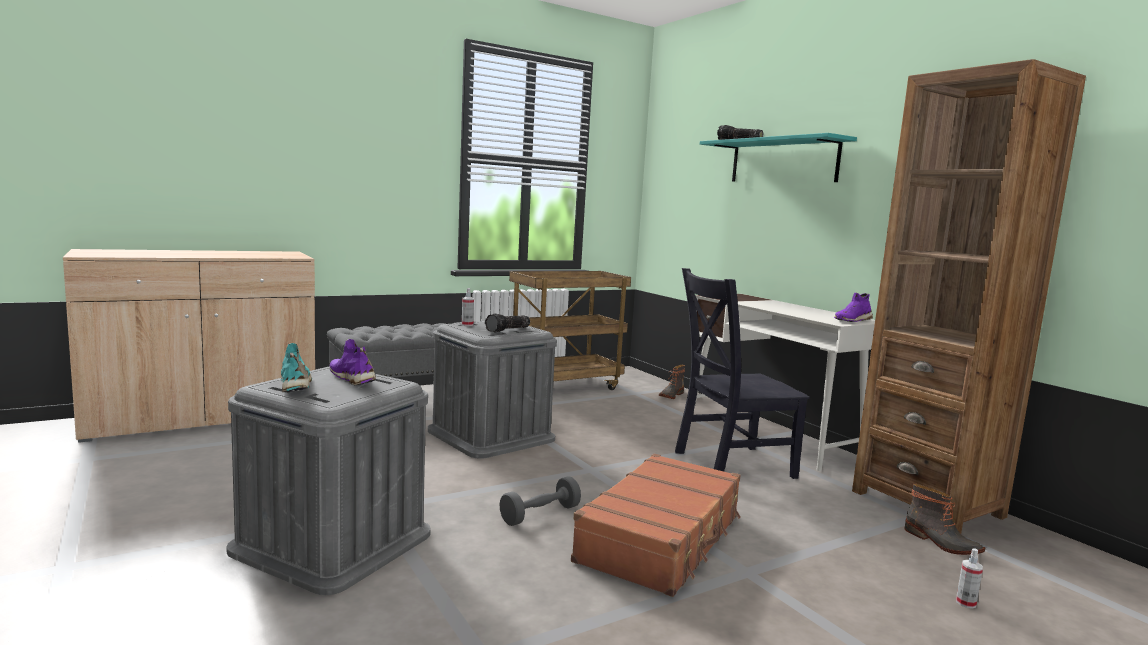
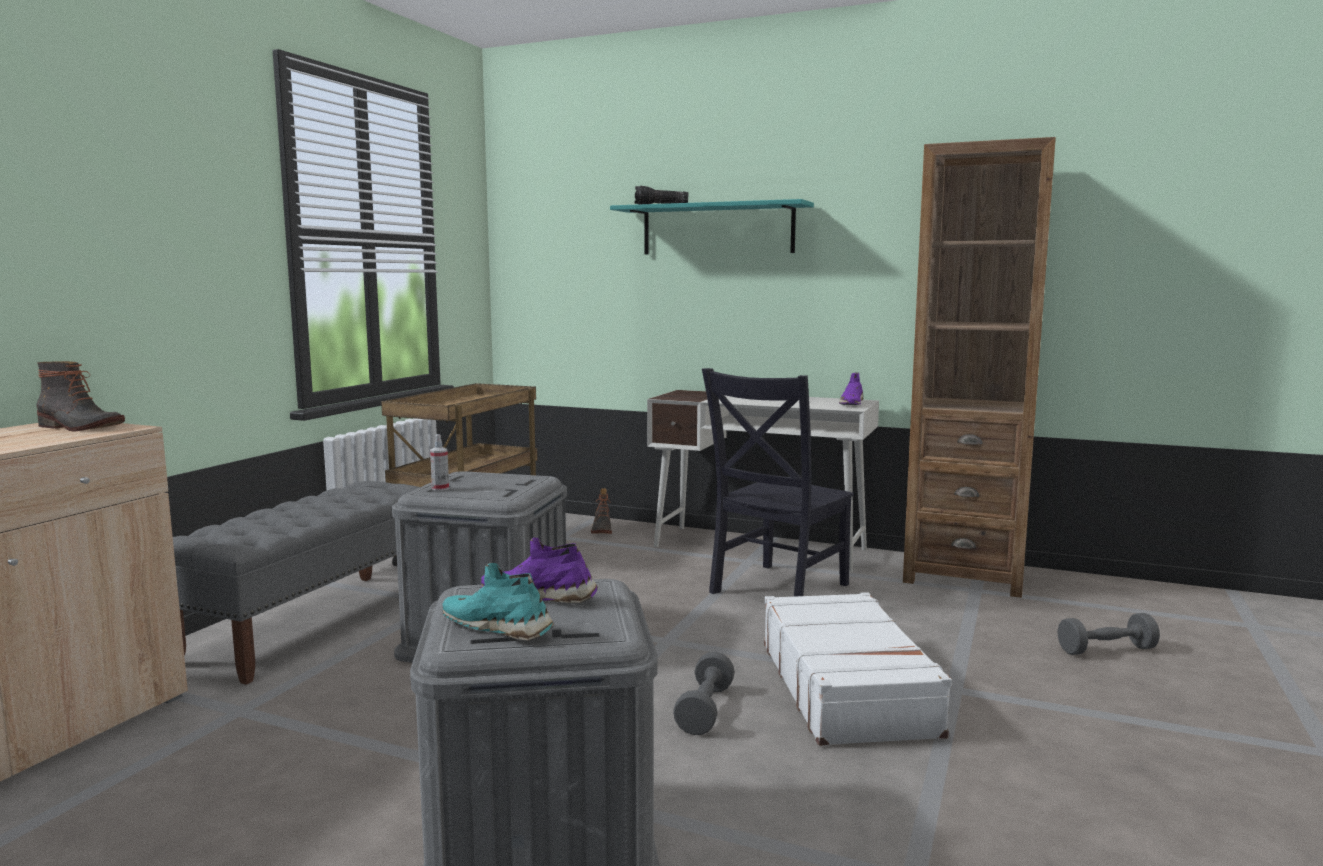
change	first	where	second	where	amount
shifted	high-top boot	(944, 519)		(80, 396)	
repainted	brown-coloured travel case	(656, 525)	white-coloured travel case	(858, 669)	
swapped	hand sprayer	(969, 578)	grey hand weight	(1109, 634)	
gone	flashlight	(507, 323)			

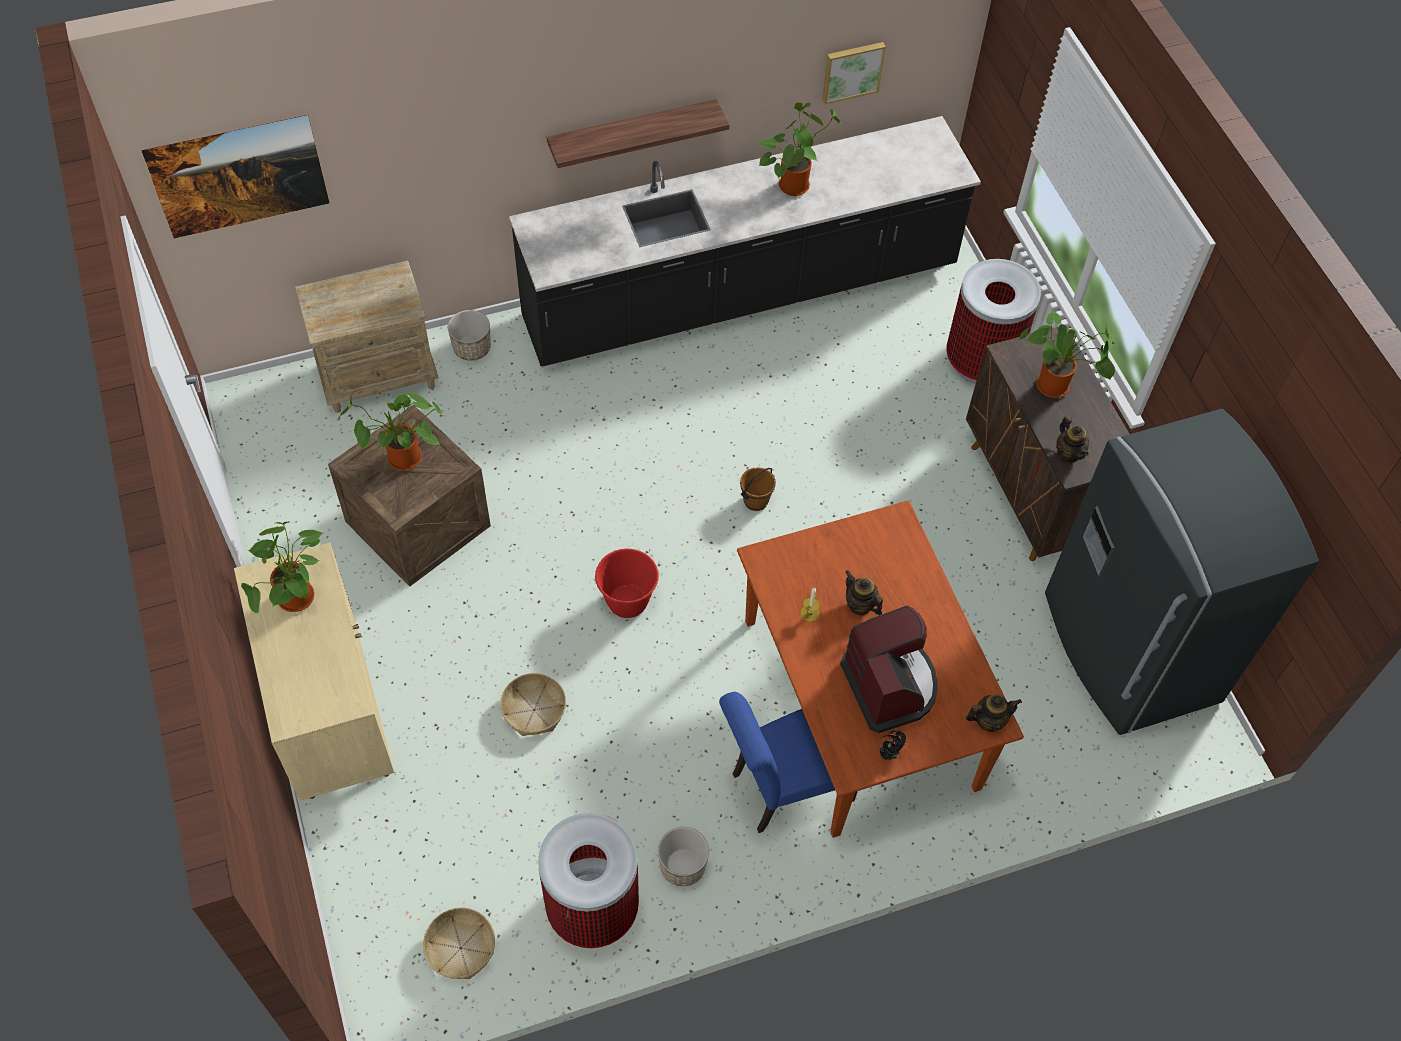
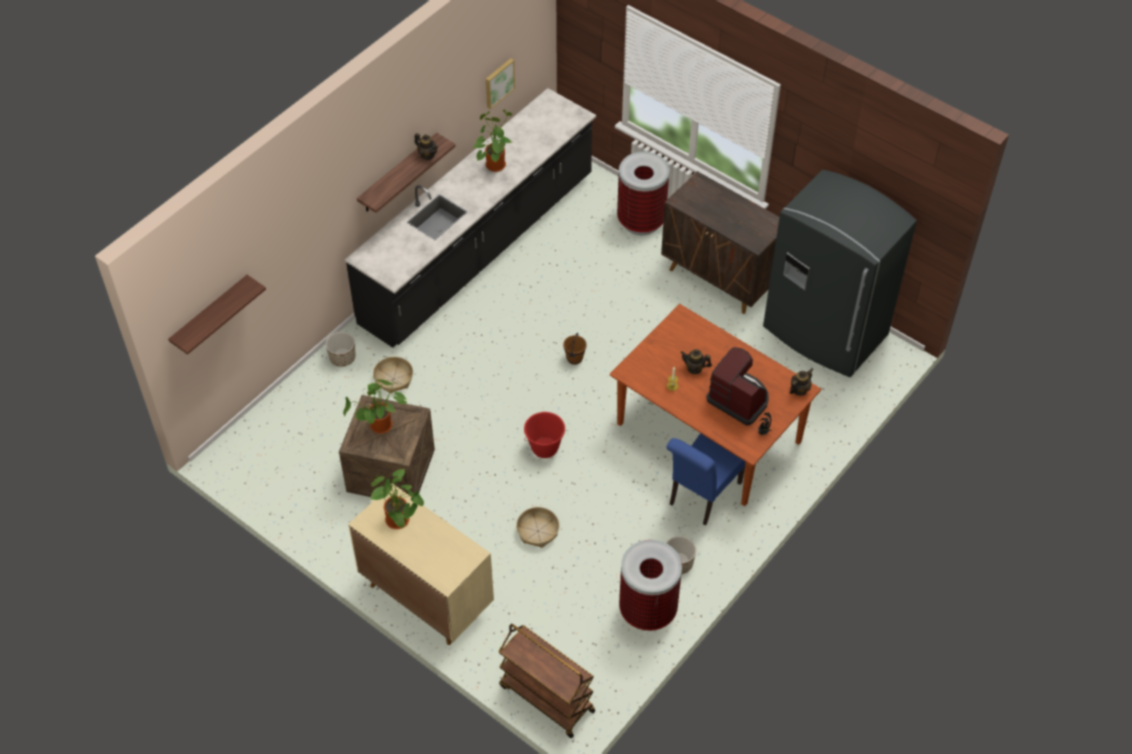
change	first	where	second	where	amount
swapped	wall picture	(235, 176)	wall shelf	(217, 315)	
shifted	basket	(459, 943)		(393, 375)	
shifted	pot for tea	(1072, 439)		(426, 146)	
new			brown-coloured cart	(546, 681)	
gone	sand-coloured bedside table	(367, 337)			
gone	plant in a pot	(1067, 354)			

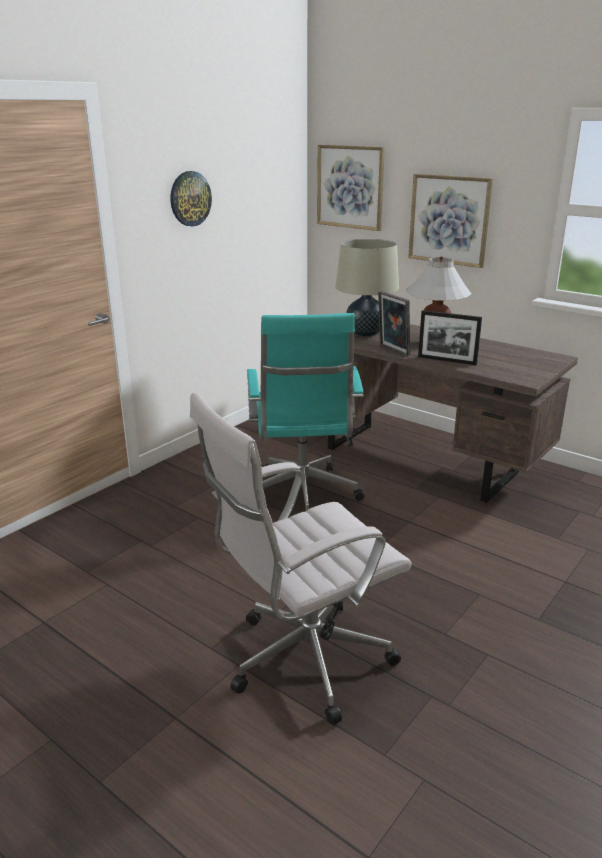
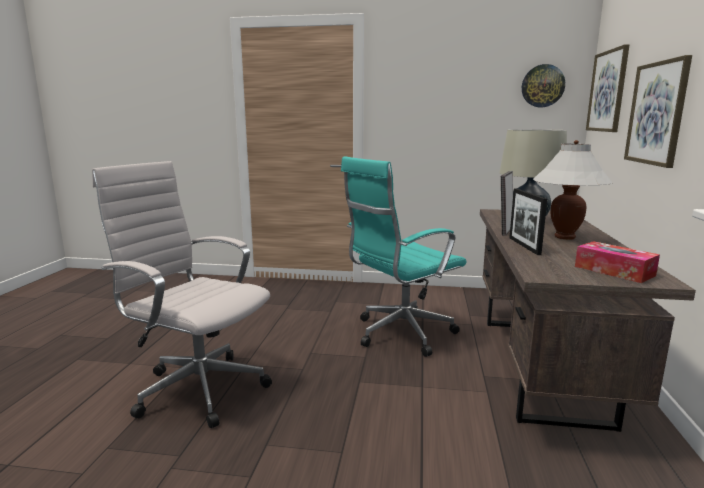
change	first	where	second	where	amount
shifted	clock on the wall	(191, 199)		(543, 85)	
new			box of tissues	(617, 262)	

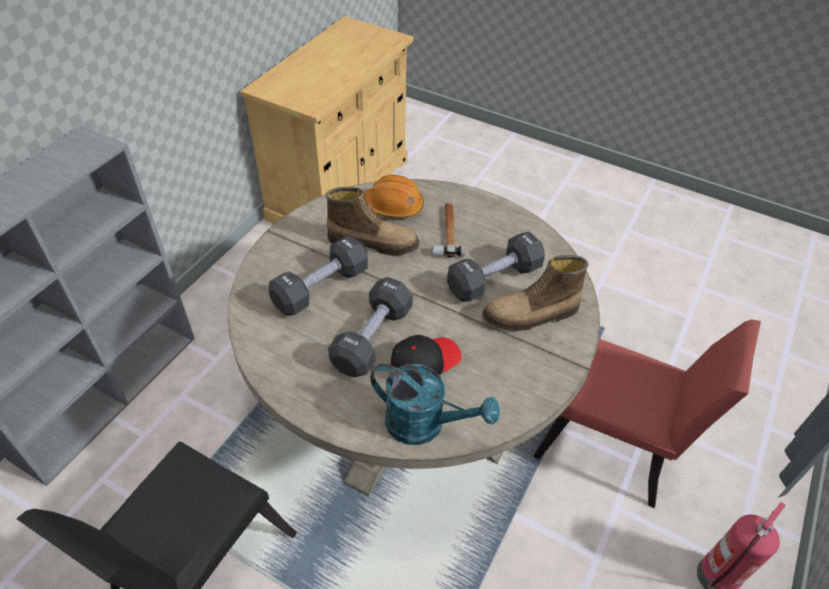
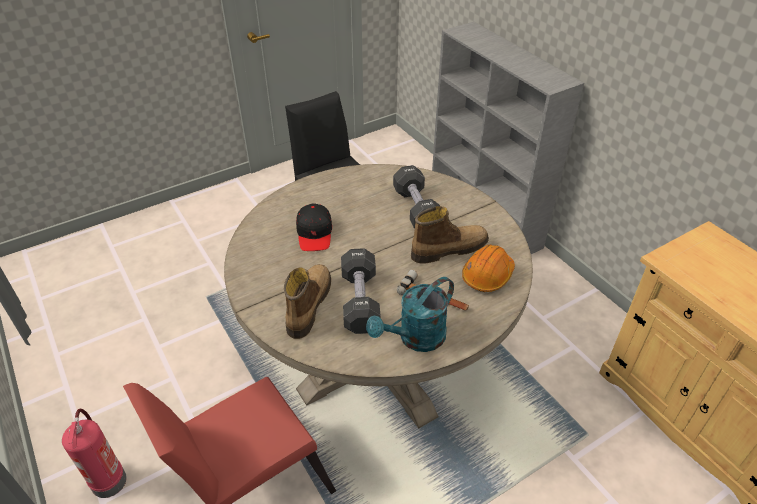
change	first	where	second	where	amount
shifted	blue-green watering pot	(435, 404)		(410, 314)	
rotated	high-top boot	(373, 221)		(450, 235)	150 degrees counterclockwise
gone	black-coloured hand weight	(370, 327)			

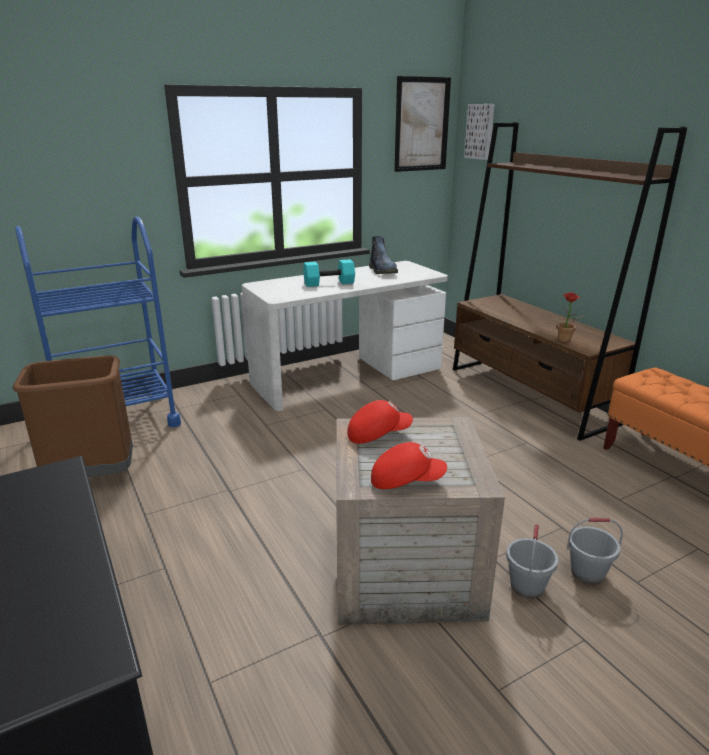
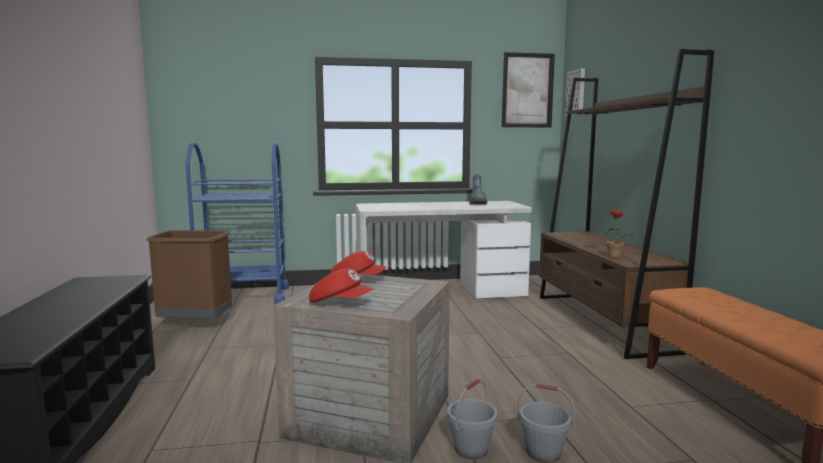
change	first	where	second	where	amount
gone	blue-green hand weight	(329, 273)			

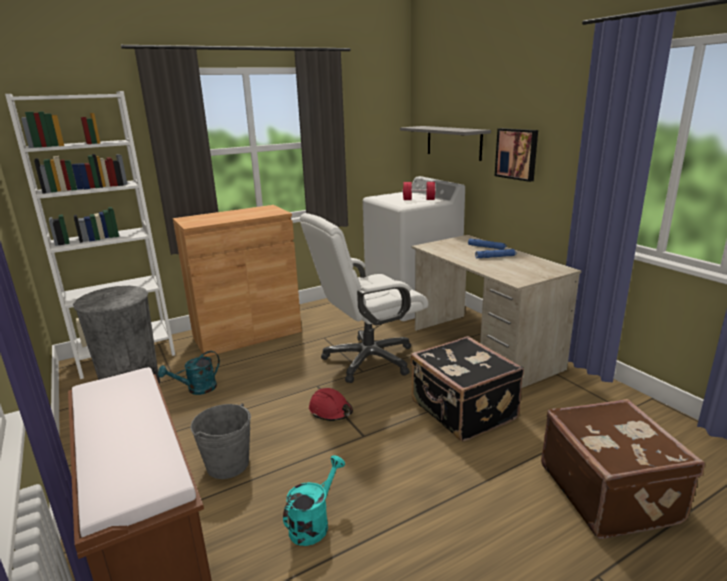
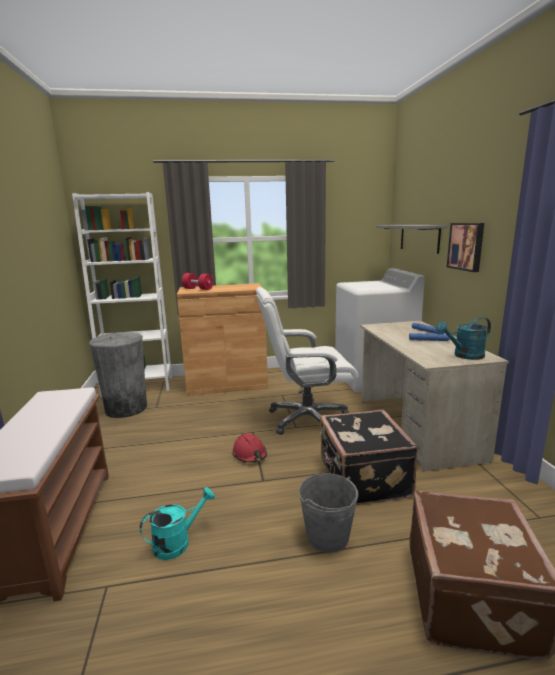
change	first	where	second	where	amount
shifted	reddish hand weight	(419, 191)		(197, 281)	
shifted	grey water bucket	(221, 441)		(328, 513)	
shifted	blue-green watering pot	(189, 373)		(463, 338)	

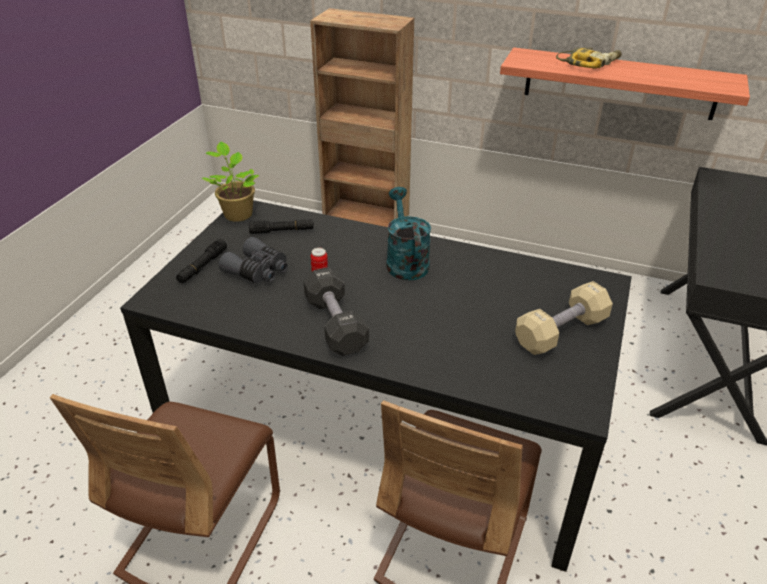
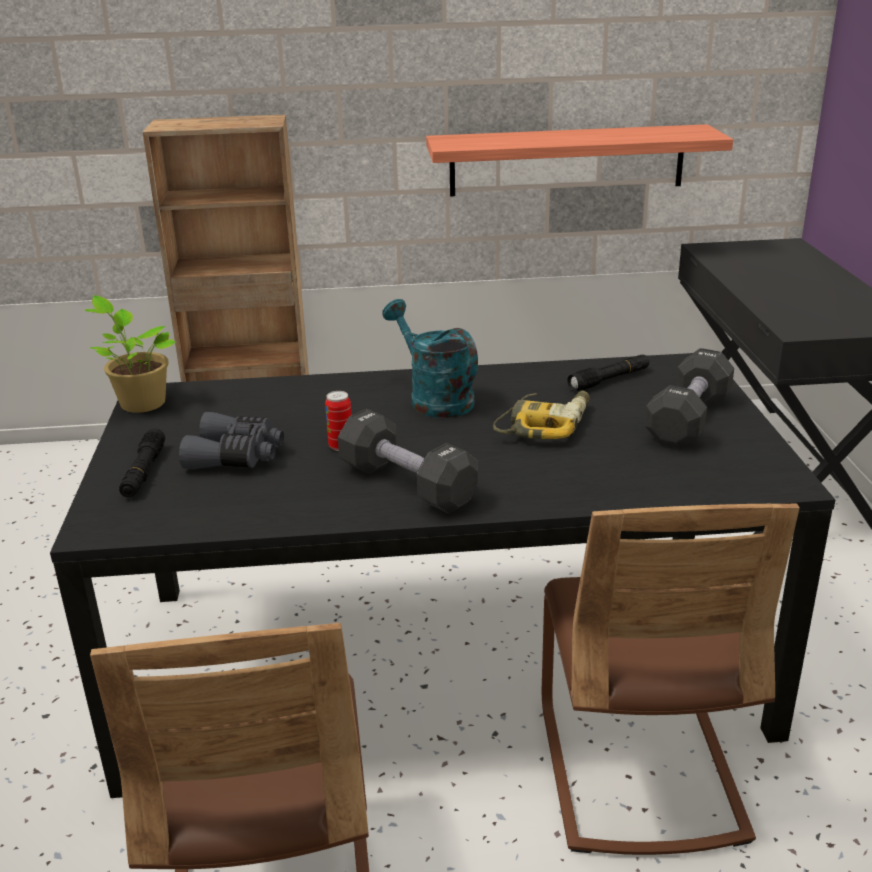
change	first	where	second	where	amount
shifted	electric drill	(589, 58)		(541, 415)	
shifted	black-coloured flashlight	(281, 226)		(608, 373)	
repainted	sand-coloured hand weight	(564, 318)	black-coloured hand weight	(689, 398)	

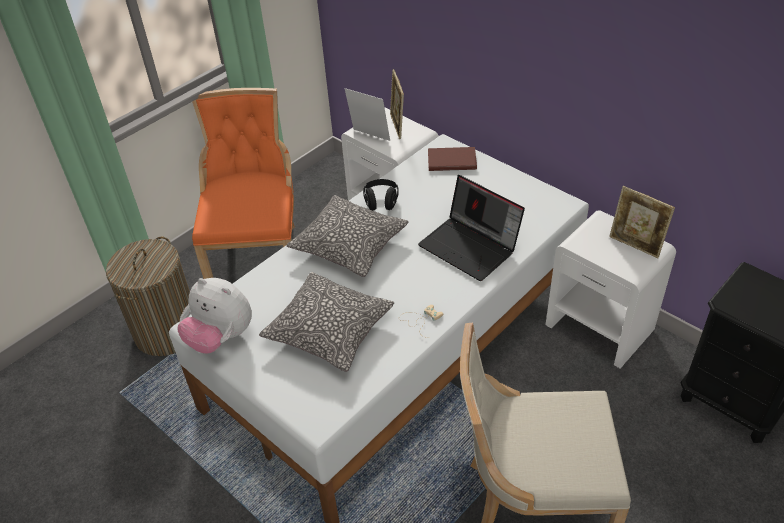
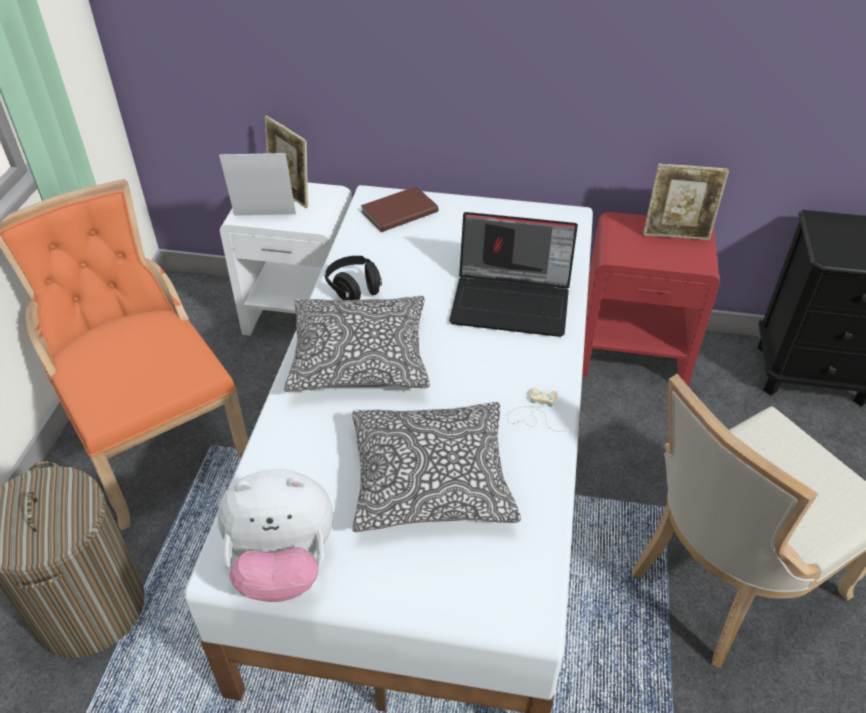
change	first	where	second	where	amount
repainted	white-coloured bedside table	(611, 289)	reddish bedside table	(651, 299)	

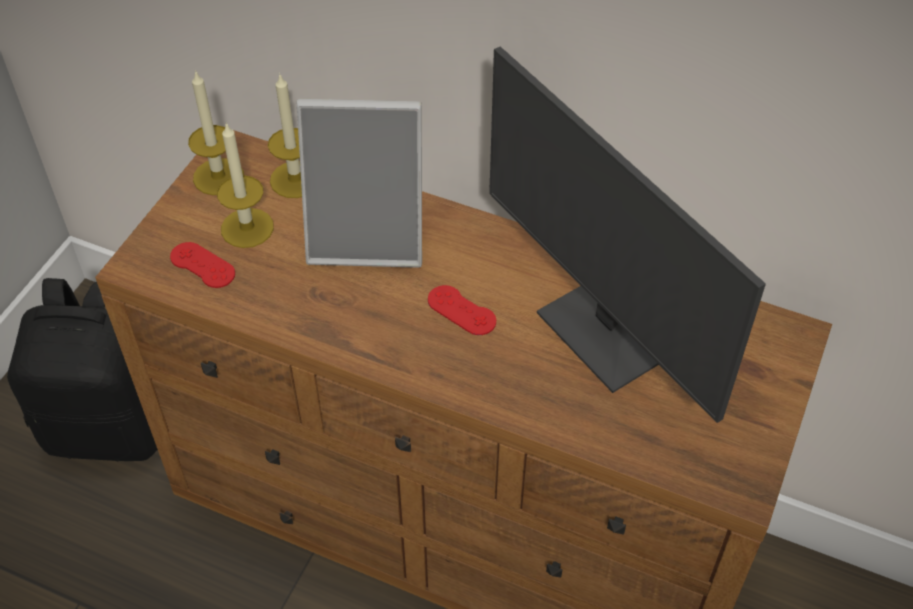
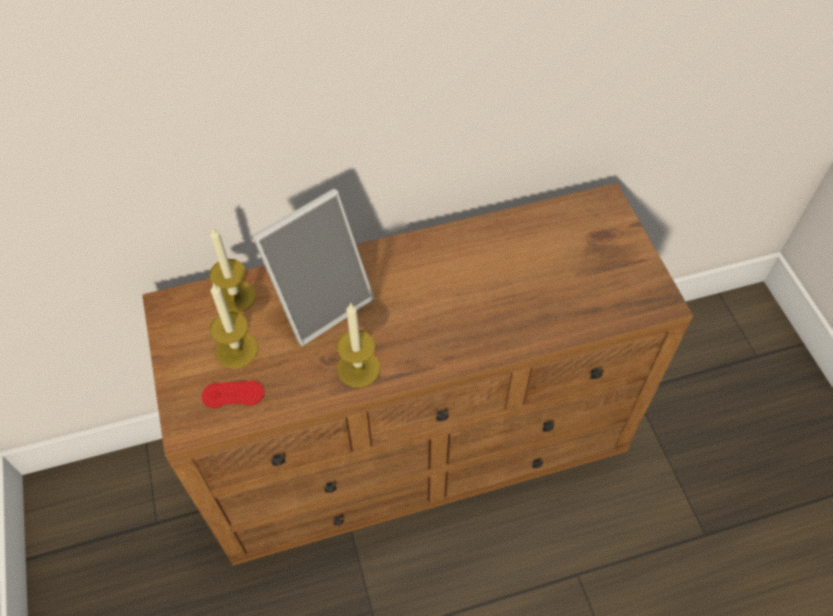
change	first	where	second	where	amount
shifted	candle	(216, 132)		(358, 345)	
gone	black-coloured rucksack	(82, 369)			
gone	reddish joypad	(462, 310)			
gone	computer screen	(627, 234)			

